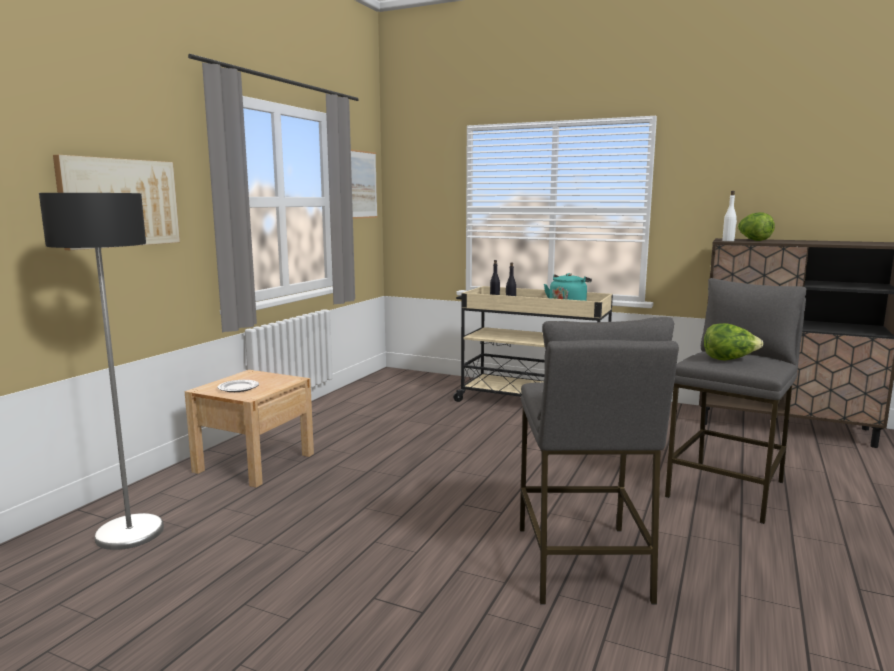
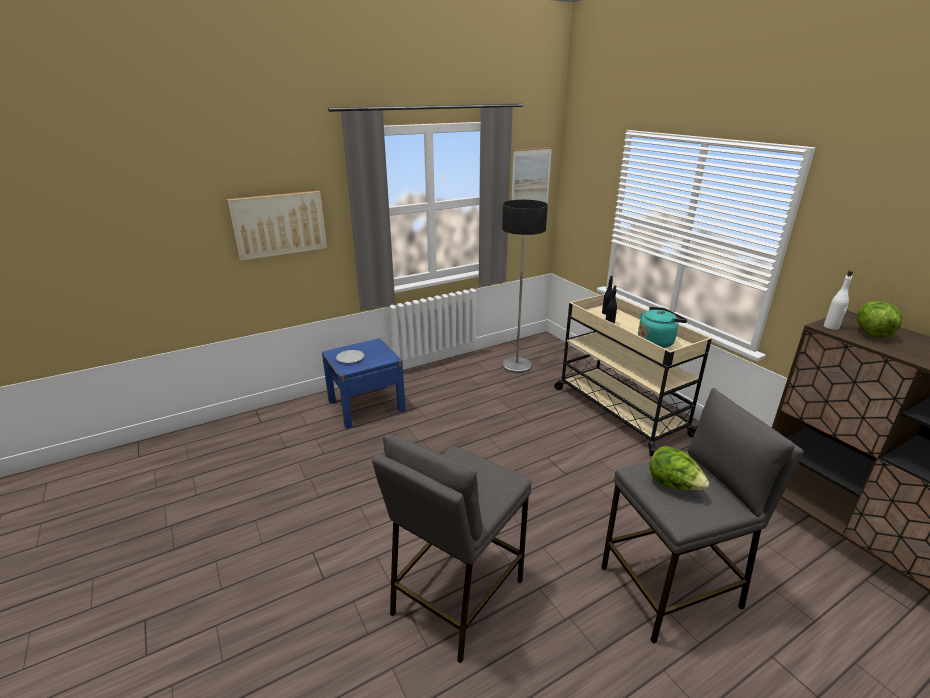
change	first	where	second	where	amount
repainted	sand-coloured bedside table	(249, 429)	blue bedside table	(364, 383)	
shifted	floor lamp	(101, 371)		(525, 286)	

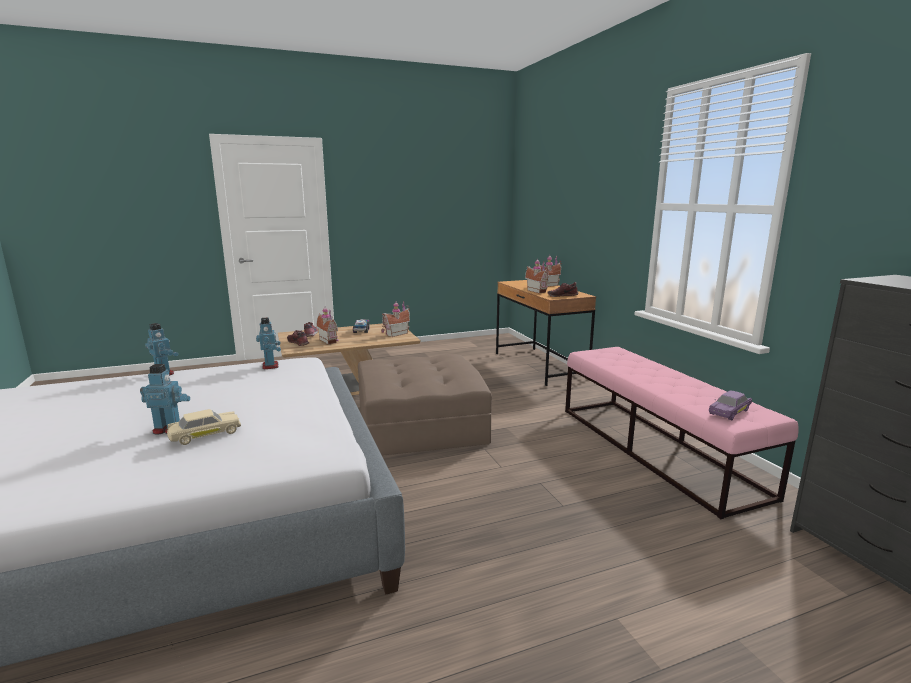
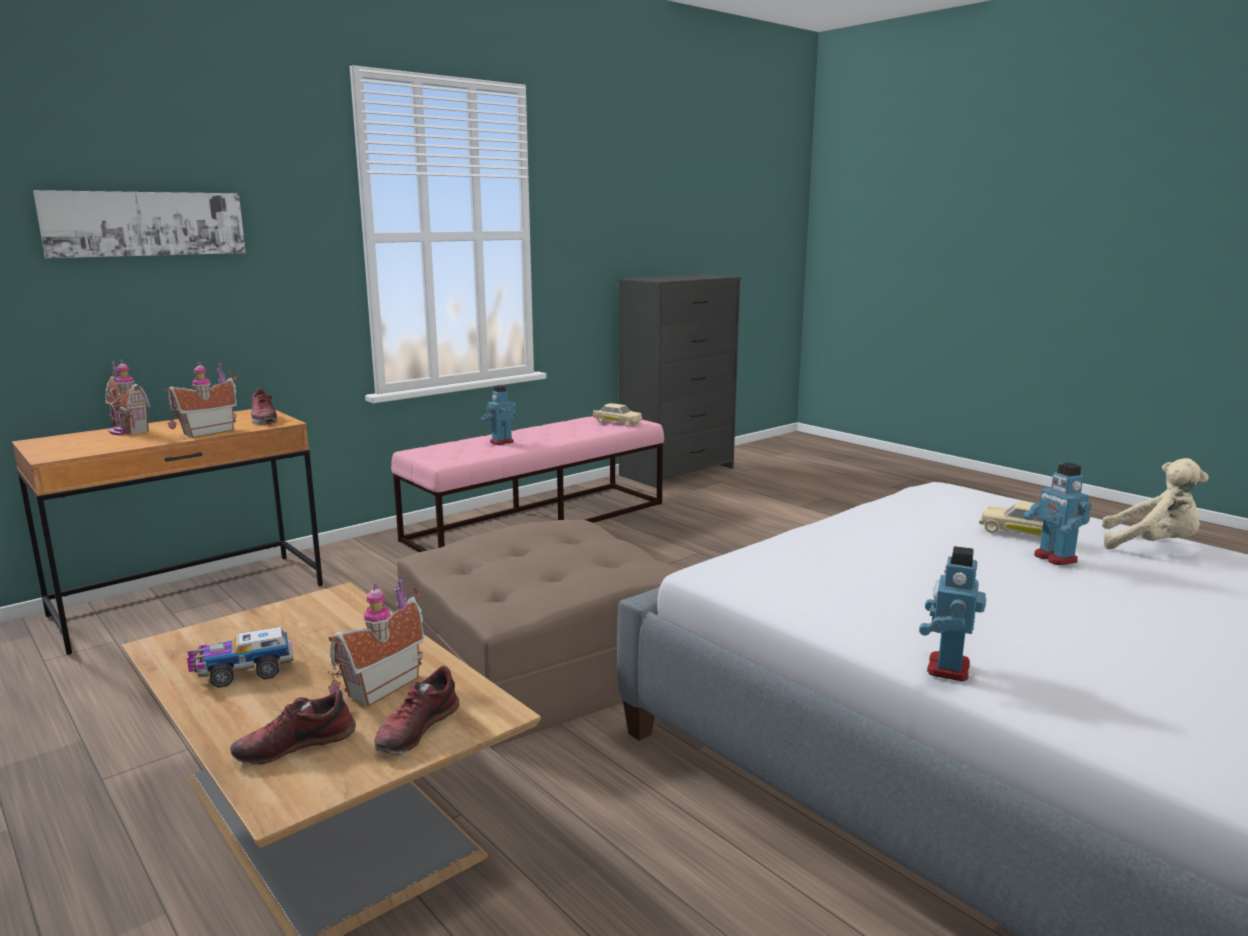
change	first	where	second	where	amount
new			wall picture	(139, 224)	
shifted	robot figure	(268, 343)		(498, 415)	
repainted	purplish model car	(730, 405)	sand-coloured model car	(617, 414)	
new			sand-coloured cuddly toy	(1155, 503)	
gone	model house	(395, 319)			

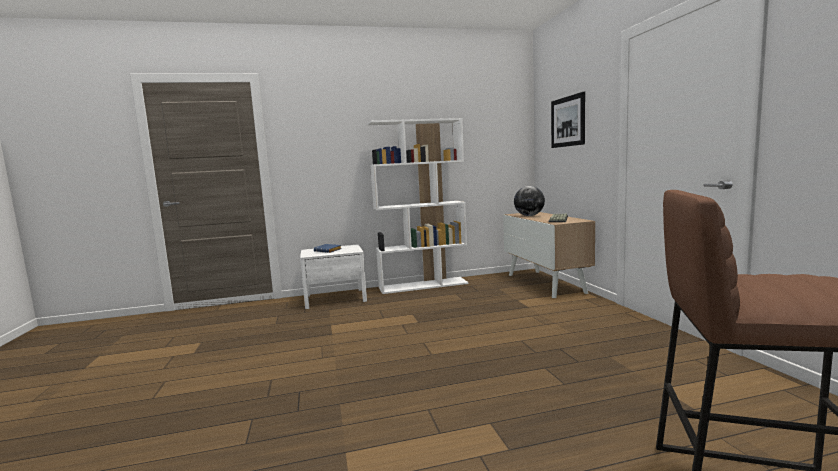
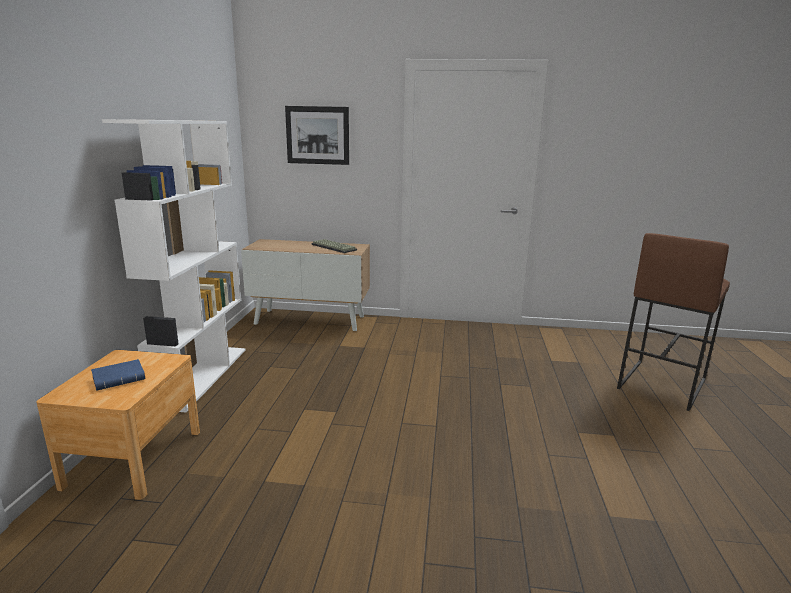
change	first	where	second	where	amount
repainted	white-coloured bedside table	(333, 277)	brown-coloured bedside table	(118, 425)	
gone	globe	(529, 201)			

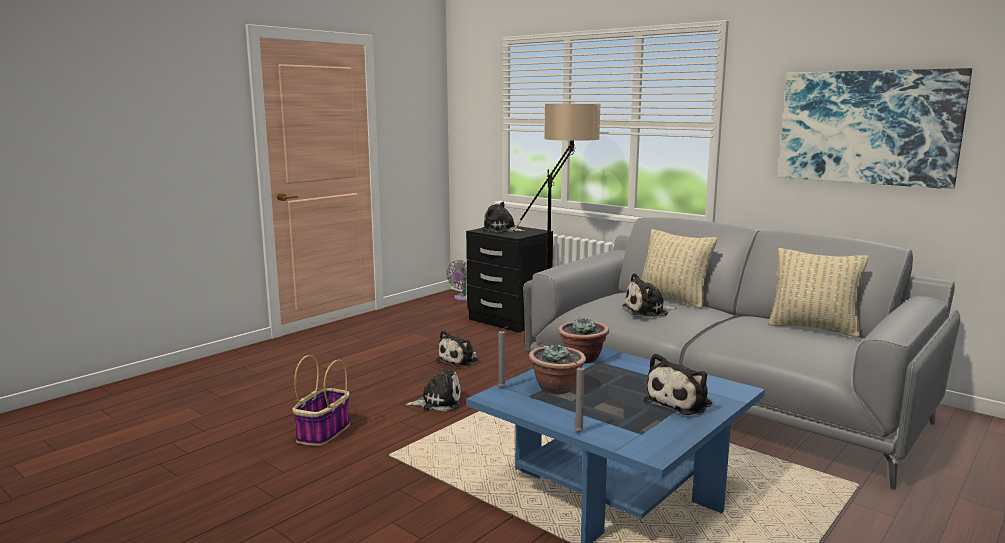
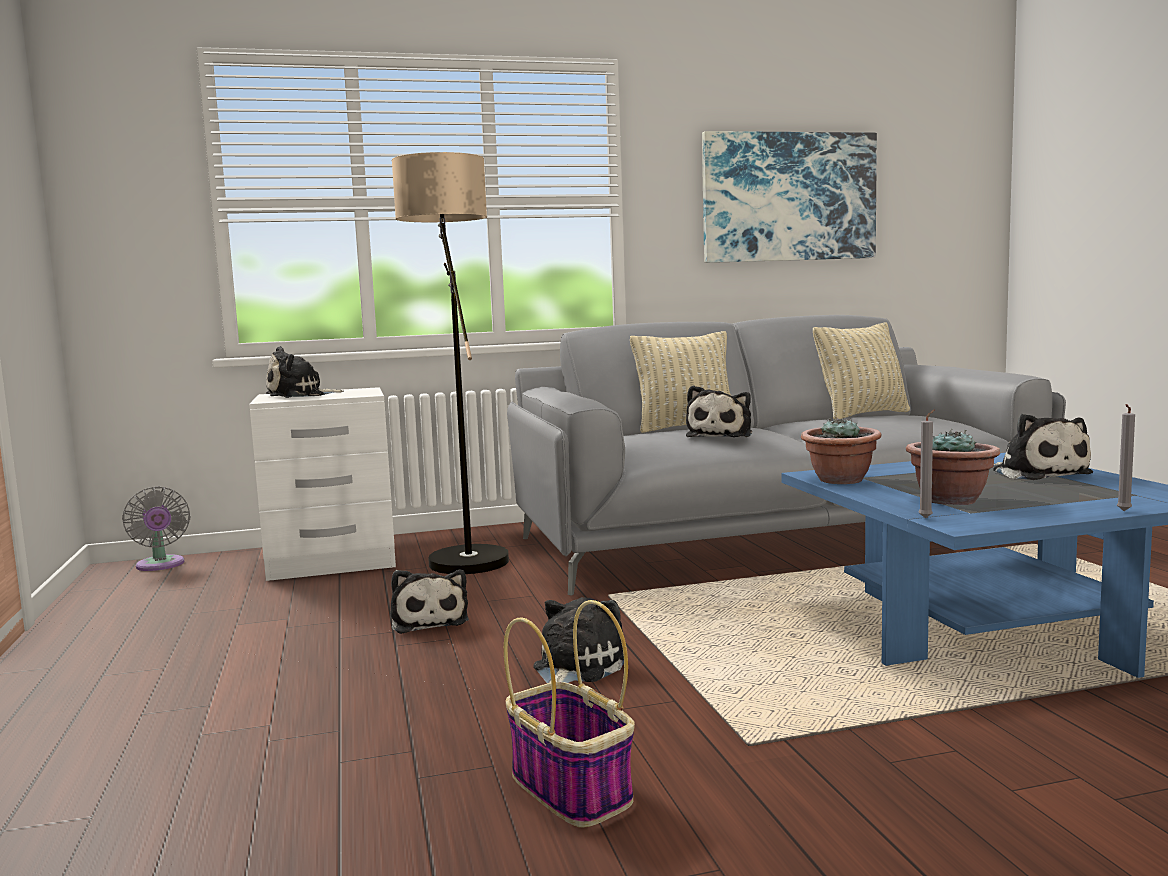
change	first	where	second	where	amount
repainted	black-coloured bedside table	(509, 279)	white-coloured bedside table	(322, 484)	

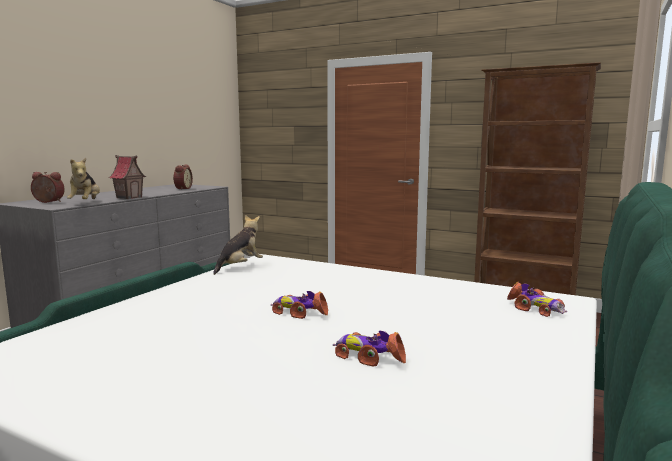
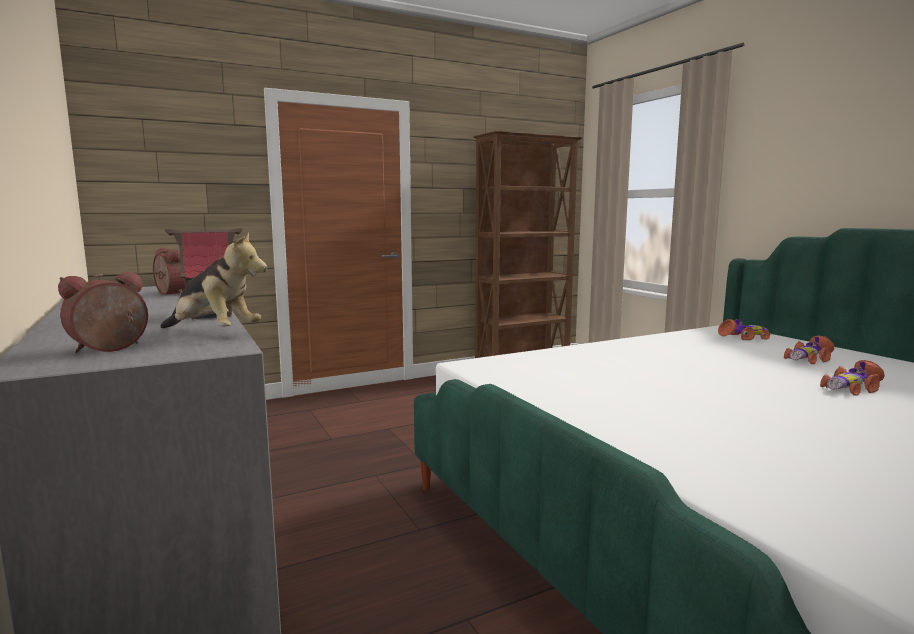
change	first	where	second	where	amount
shifted	model car	(299, 305)		(809, 349)	
gone	cuddly toy	(238, 245)			

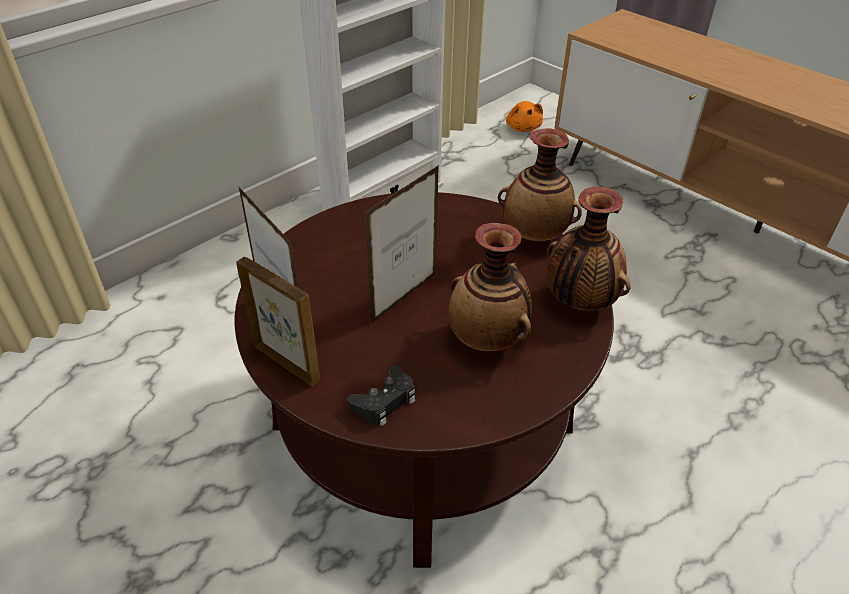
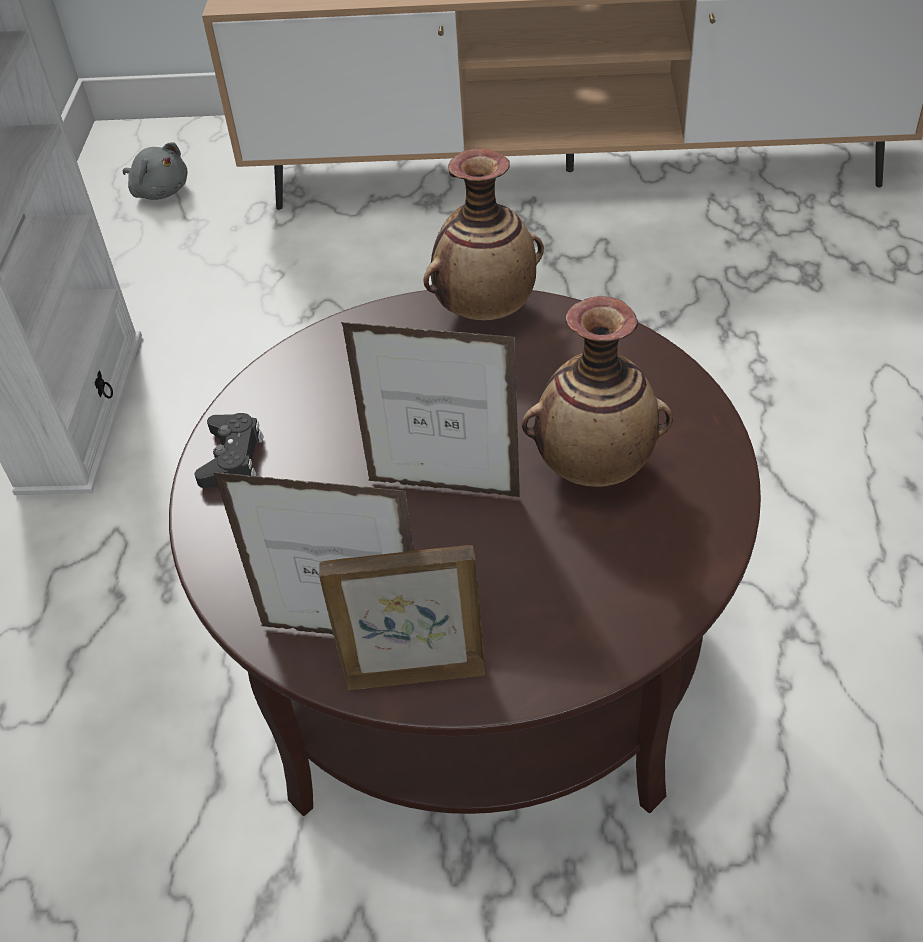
change	first	where	second	where	amount
repainted	orangey cuddly toy	(524, 116)	grey cuddly toy	(155, 171)	
shifted	black-coloured joypad	(381, 395)		(229, 450)	
rotated	standing frame	(402, 244)		(430, 409)	75 degrees counterclockwise
gone	vase	(588, 248)			

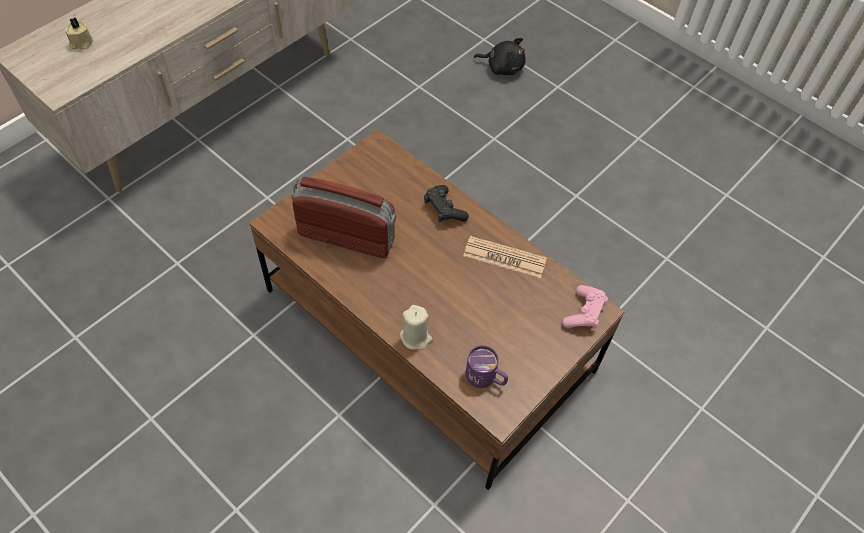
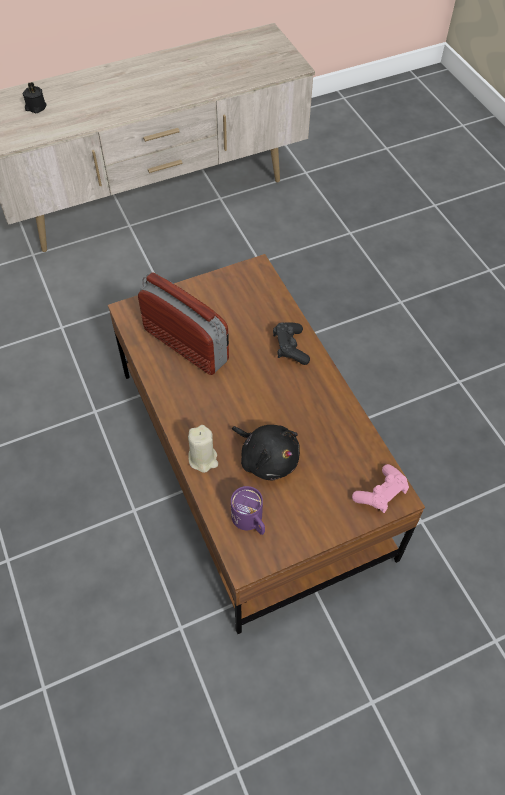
change	first	where	second	where	amount
repainted	sand-coloured candle	(78, 33)	black-coloured candle	(35, 97)	
shifted	black-coloured cuddly toy	(500, 56)		(266, 453)	
gone	daily paper	(505, 257)			

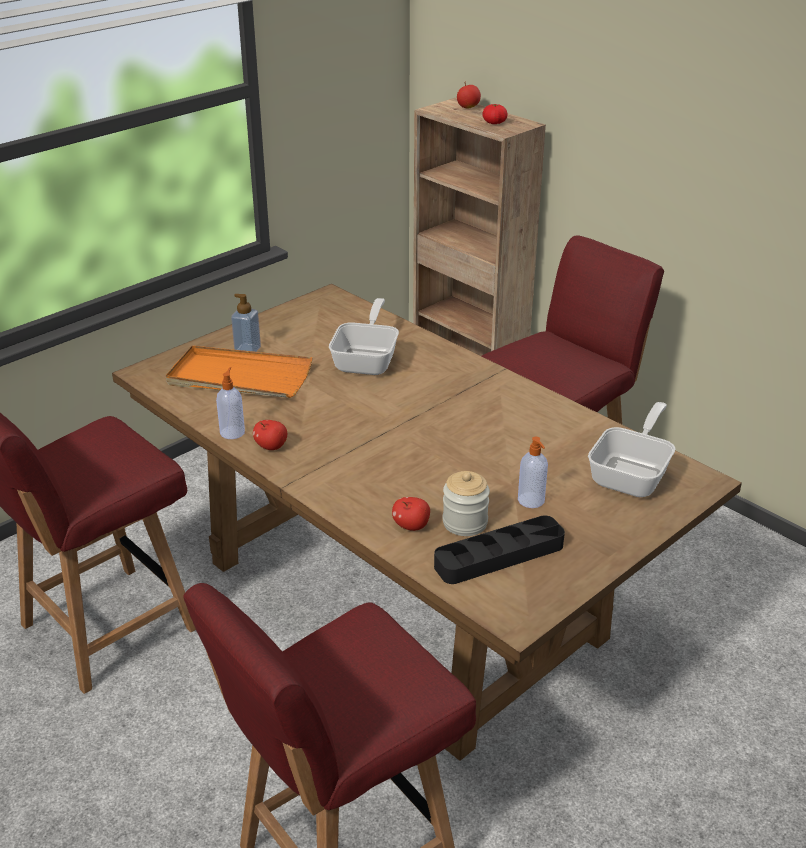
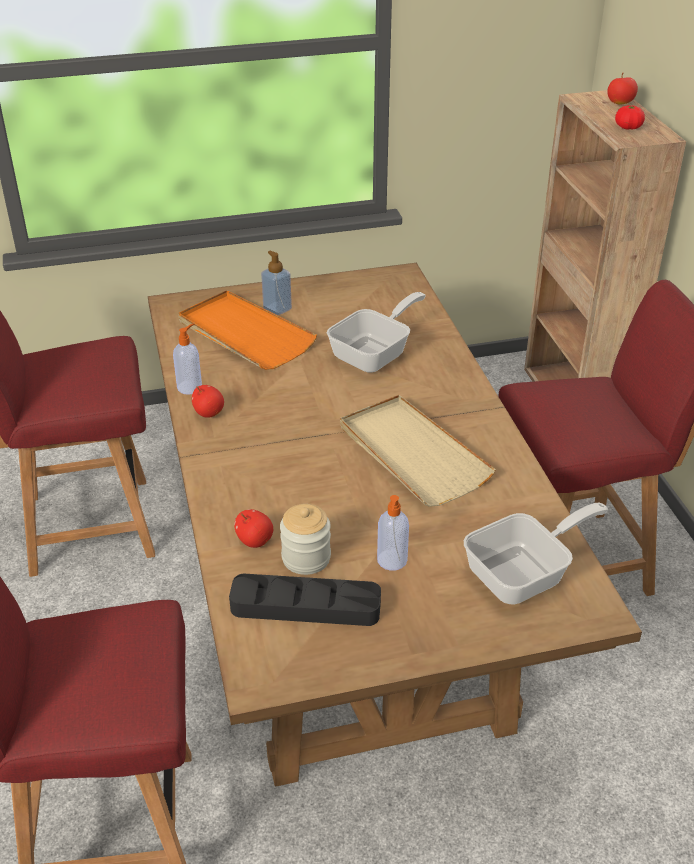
change	first	where	second	where	amount
new			sand-coloured carrying tray	(418, 451)	

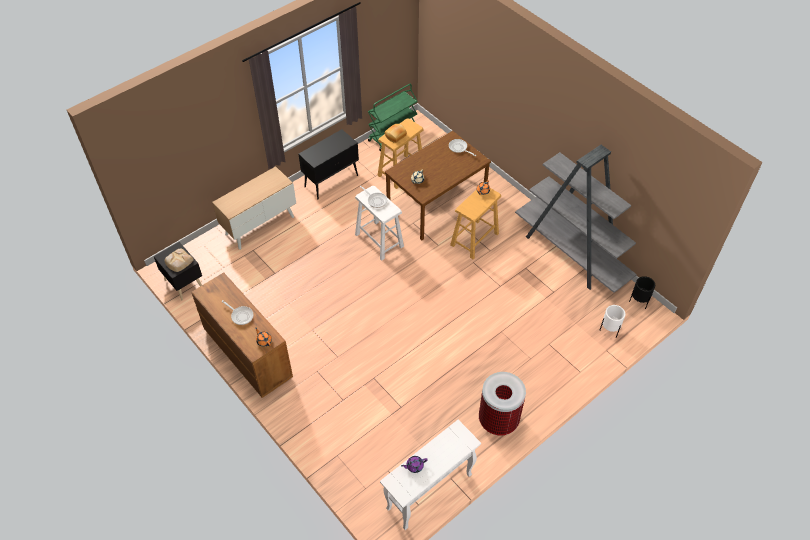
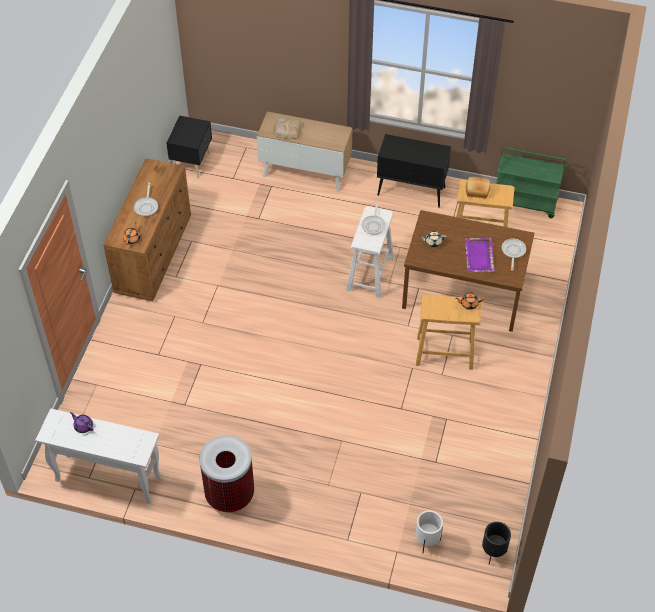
change	first	where	second	where	amount
shifted	bread	(179, 260)		(287, 128)	
new			purplish carrying tray	(480, 255)	
gone	grey bookcase	(576, 219)			

